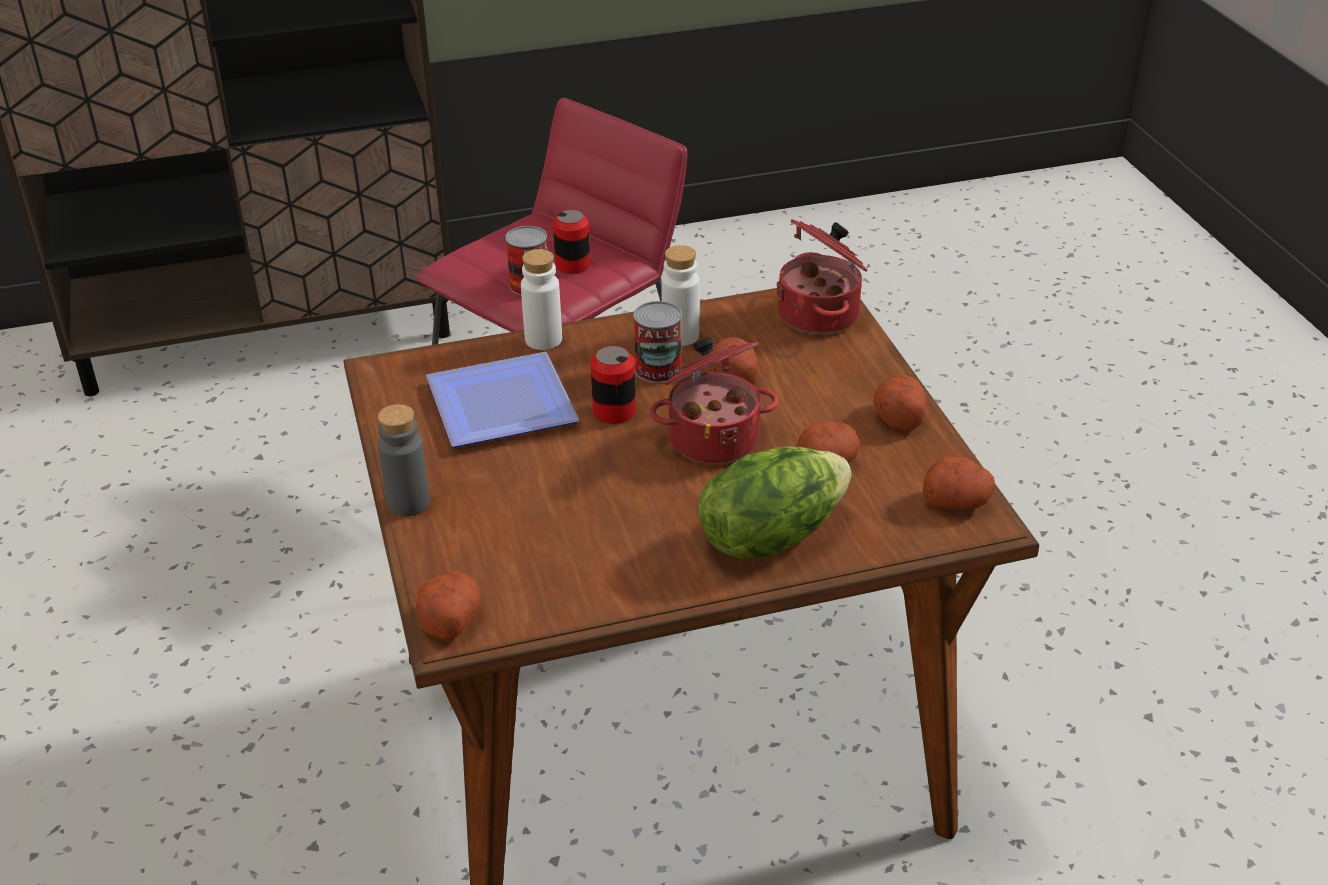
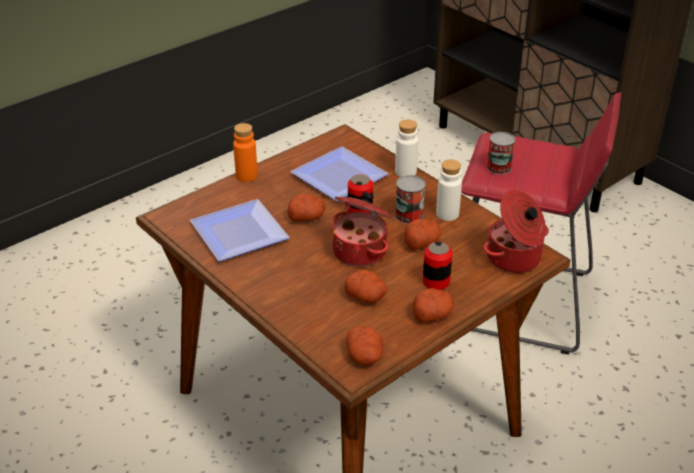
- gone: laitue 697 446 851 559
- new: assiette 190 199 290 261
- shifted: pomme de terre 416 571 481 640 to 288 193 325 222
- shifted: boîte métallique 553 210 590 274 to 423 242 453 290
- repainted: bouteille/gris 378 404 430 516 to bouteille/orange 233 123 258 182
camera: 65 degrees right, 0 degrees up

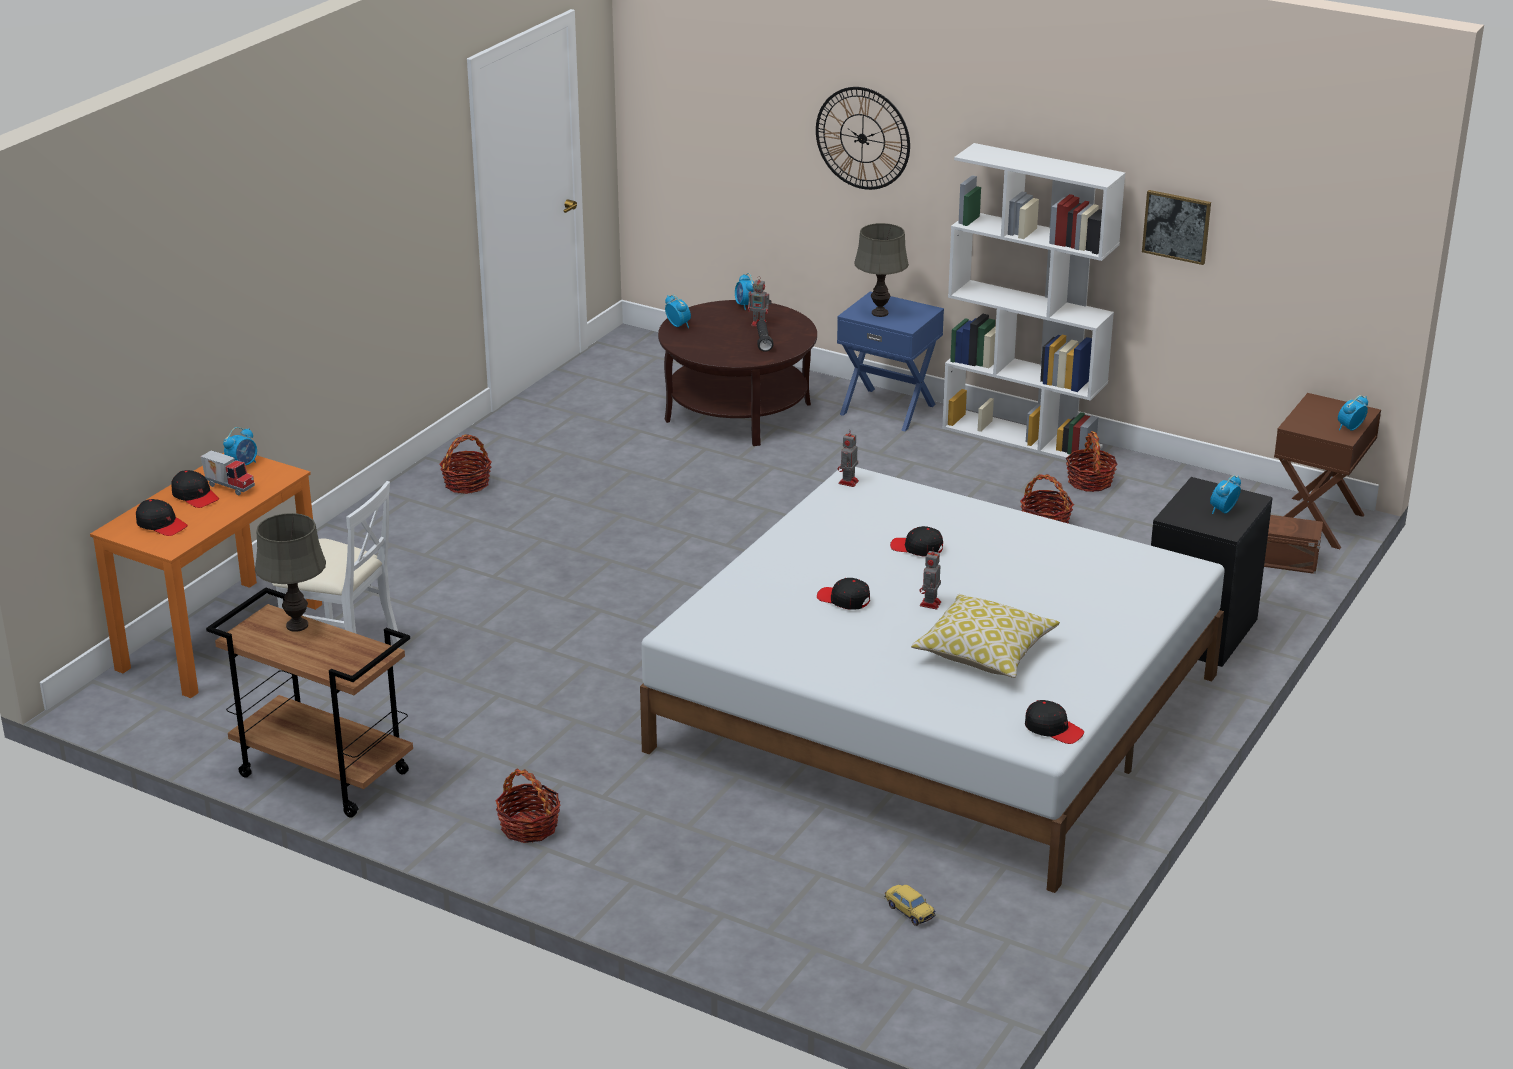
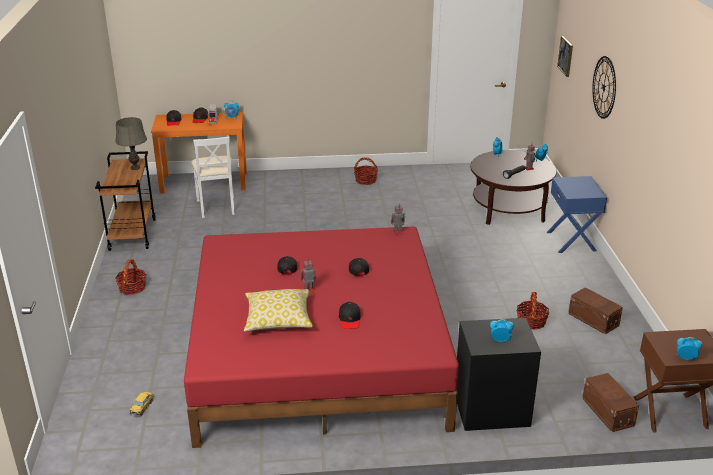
- gone: lampe de table/gris 854 223 909 317
- gone: bibliothèque/blanc 942 143 1125 464
- shifted: casquette/noir 1025 700 1084 744 to 339 302 361 329
- shifted: tableau 1142 190 1211 265 to 557 36 573 77
- swapped: panier 1066 431 1118 492 to boîte de rangement/marron 568 287 623 334
- repainted: lit/blanc 640 467 1225 893 to lit/rouge 184 226 459 448
camera: 55 degrees right, 0 degrees up

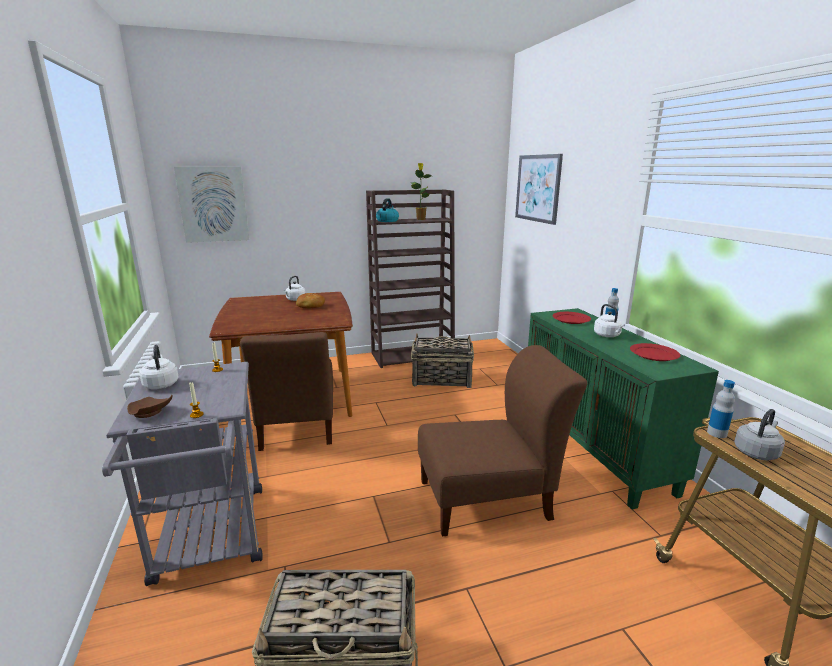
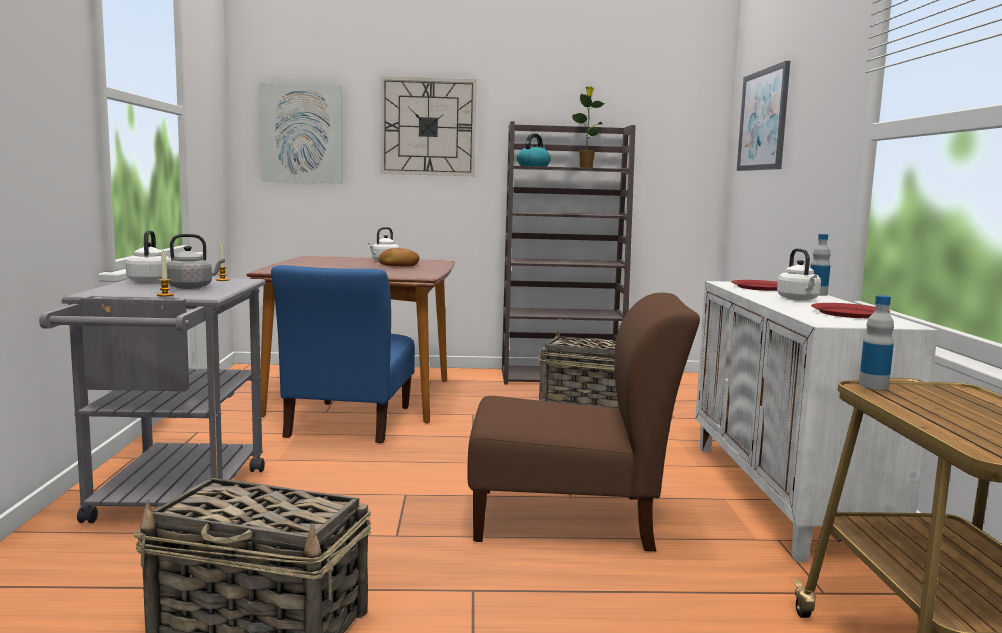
- gone: assiette/marron 127 395 173 418
- new: horloge murale 380 76 477 176
- shifted: bouilloire/gris 734 409 785 460 to 167 234 225 289
- repainted: chaise/marron 240 332 333 451 to chaise/bleu 271 265 415 443
- repainted: meuble de rangement/vert 528 308 719 510 to meuble de rangement/blanc 695 281 938 562
camera: 15 degrees right, 10 degrees down

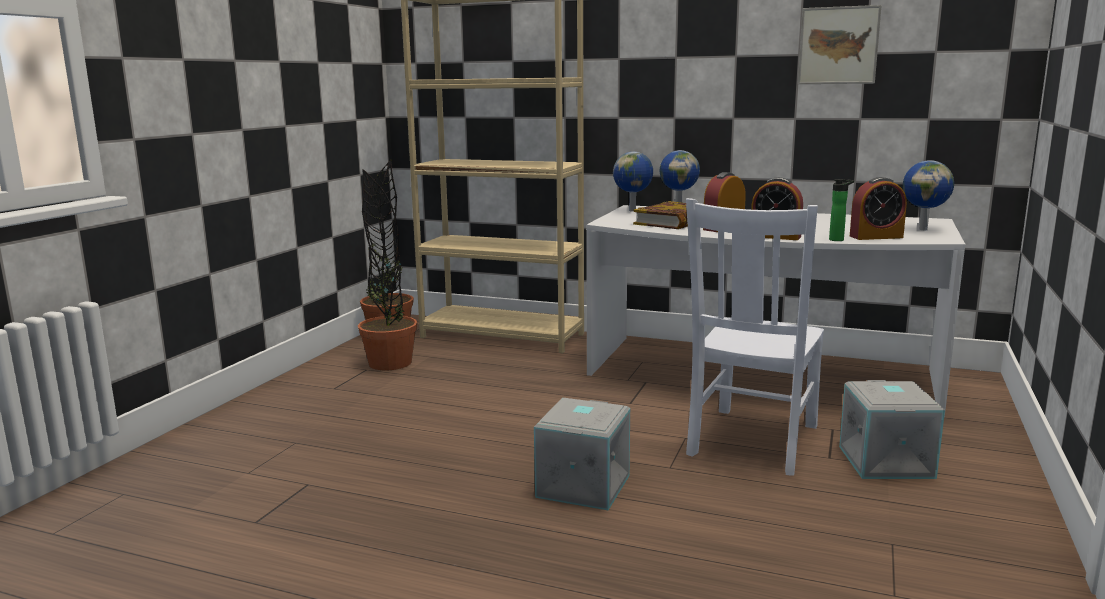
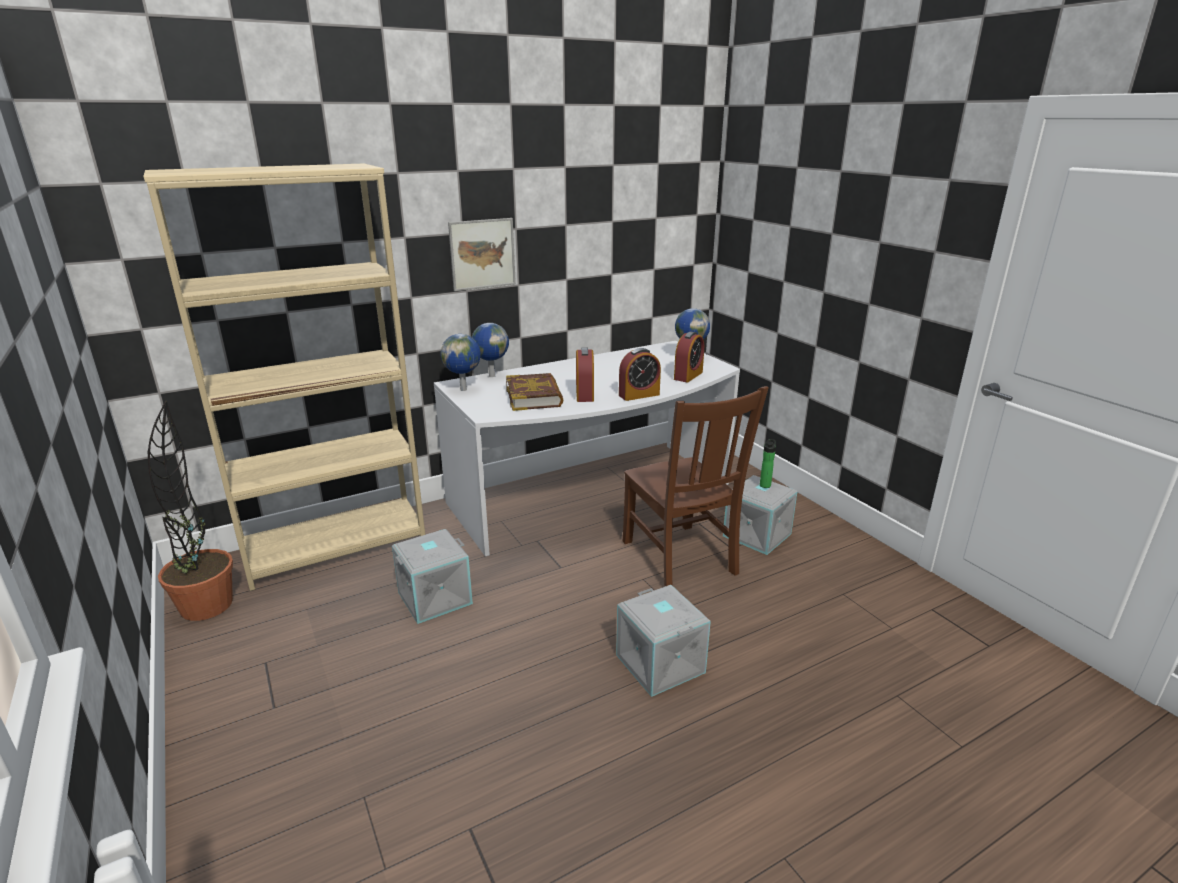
- gone: plante en pot 358 169 417 370
- new: boîte de rangement/gris 392 529 473 624
- shifted: tableau 798 5 882 84 to 448 218 516 291
- shifted: bouteille 829 179 854 241 to 760 439 776 488
- repainted: chaise/blanc 686 198 824 476 to chaise/marron 623 386 769 587
camera: 50 degrees left, 10 degrees up

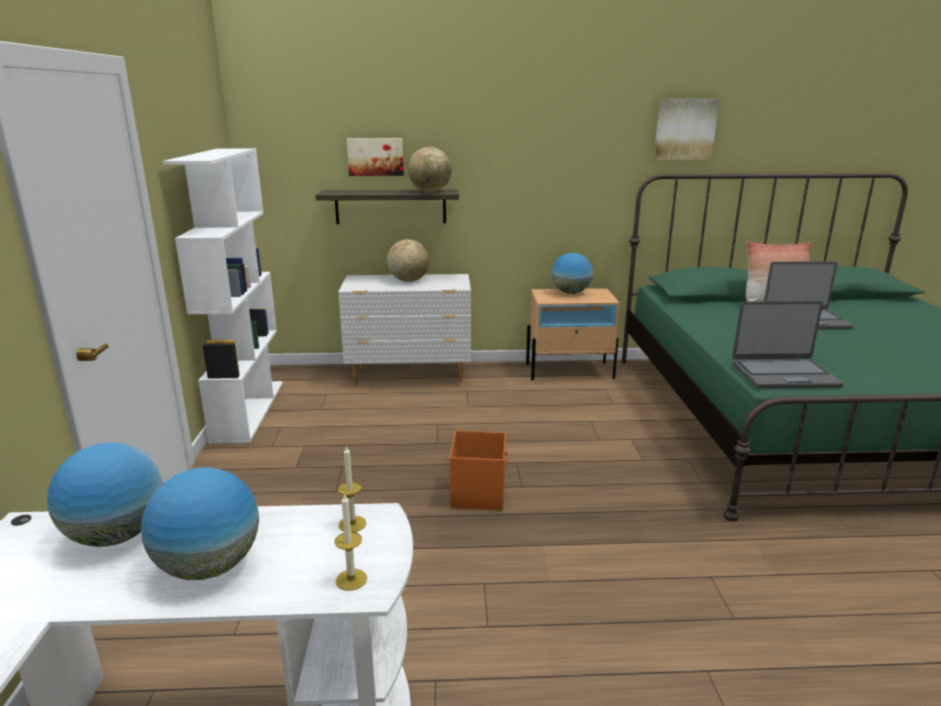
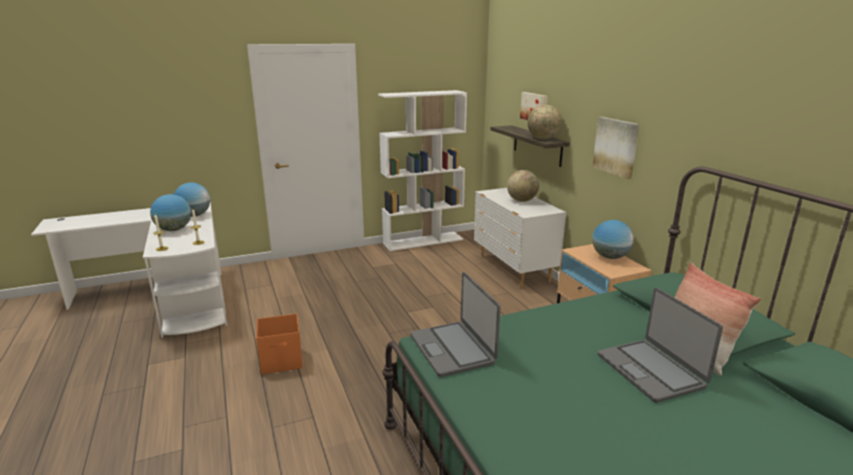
- shifted: boîte de rangement/orange 450 430 508 511 to 256 314 302 374
- shifted: tableau 654 99 719 160 to 592 117 639 179
camera: 70 degrees right, 0 degrees up

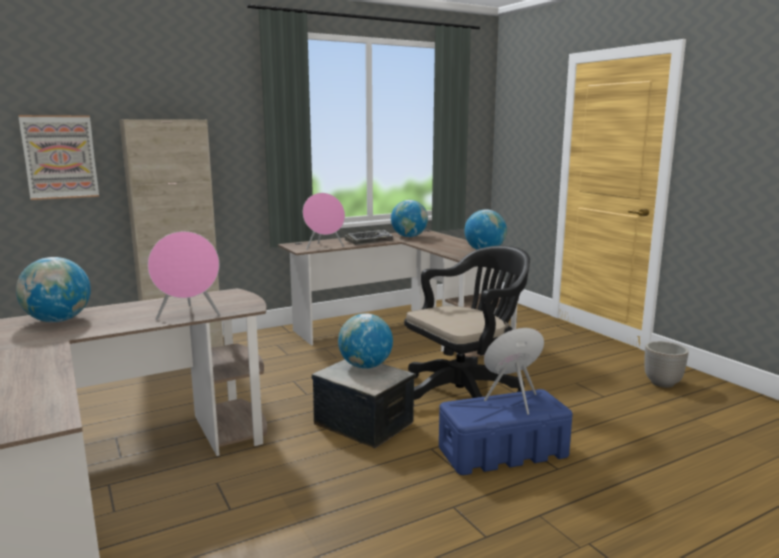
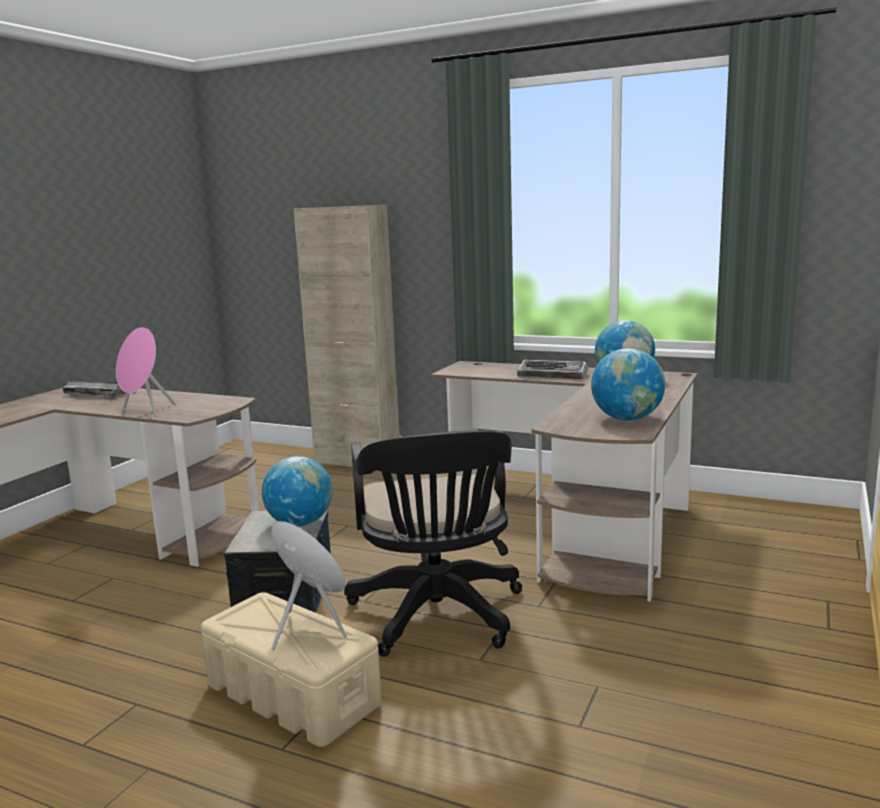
- gone: tableau 18 115 99 200
- gone: enceinte/rose 303 193 345 250
- gone: cache-pot 644 341 689 388
- swapped: globe 16 257 91 322 to clavier 63 381 136 398
- repainted: boîte de rangement/bleu 439 389 573 475 to boîte de rangement/beige 201 592 382 747
- rotated: chaise de bureau/noir 404 246 530 400 = 344 431 522 657 60 degrees clockwise
camera: 55 degrees right, 0 degrees up

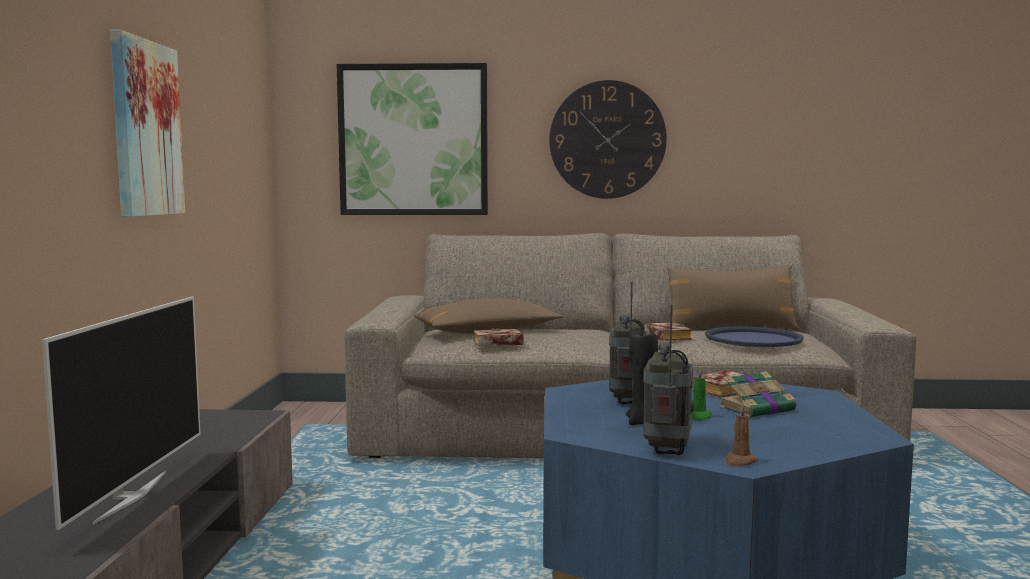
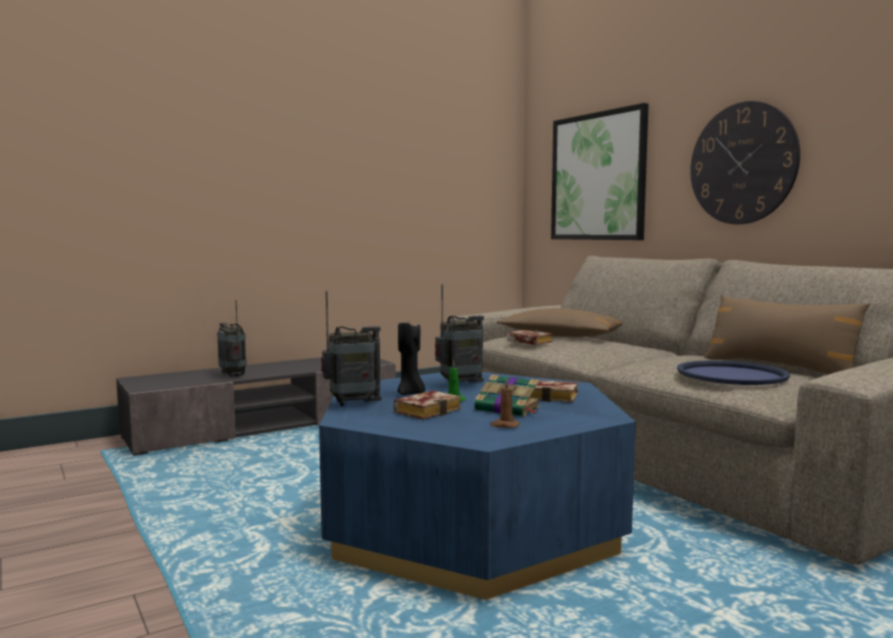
- gone: tableau 110 30 185 217
- shifted: livre 645 322 692 341 to 394 391 461 420
- shifted: bougie/marron 725 404 758 466 to 490 378 520 428
- swapped: téléviseur 42 297 201 530 to radio 217 300 247 377
camera: 55 degrees right, 0 degrees up

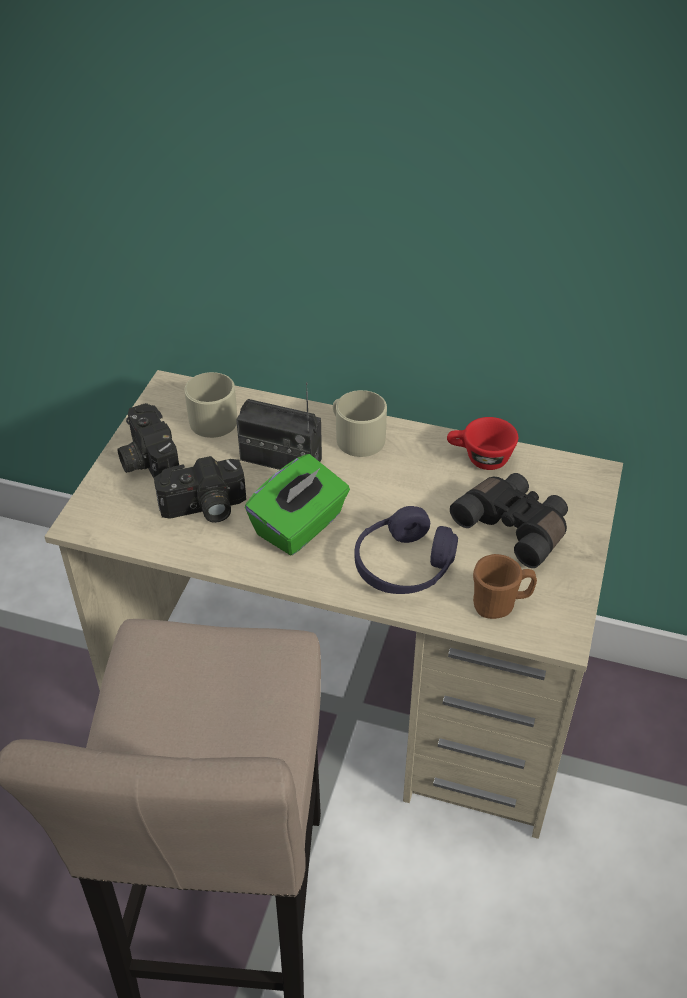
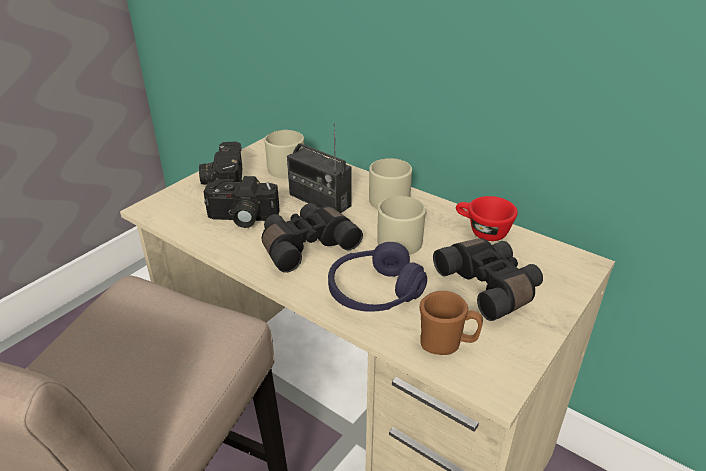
- new: mug/beige 377 196 426 255
- swapped: boîte à mouchoirs/vert 245 454 350 556 to jumelles/noir 261 203 363 273
camera: 20 degrees right, 10 degrees down

